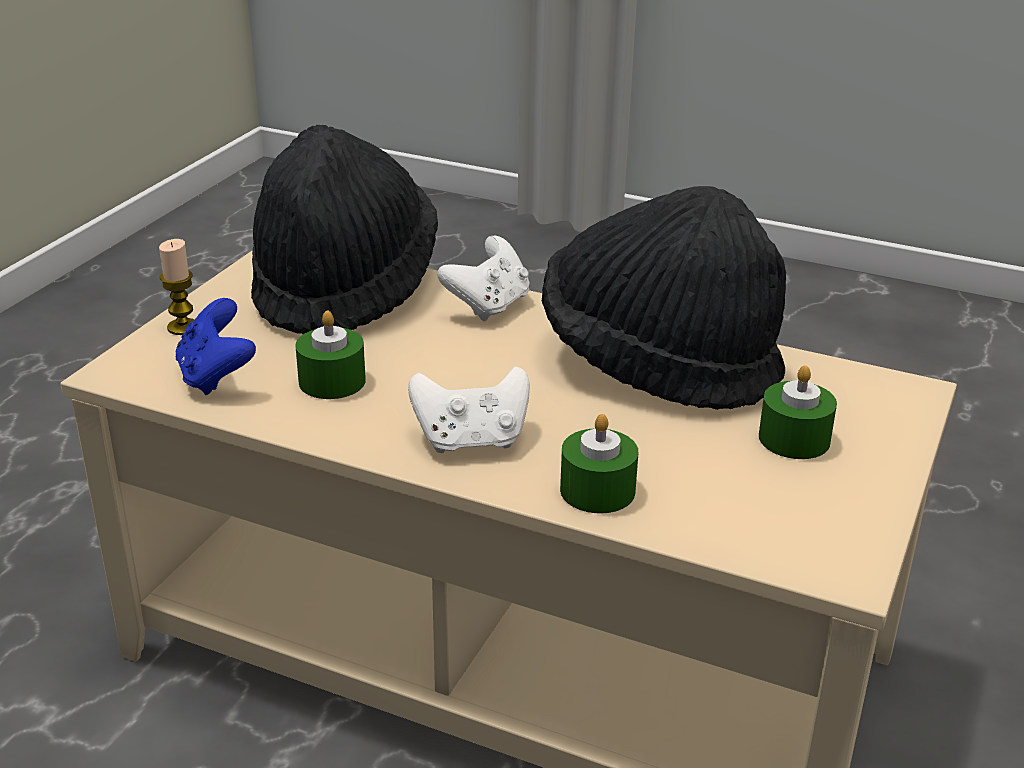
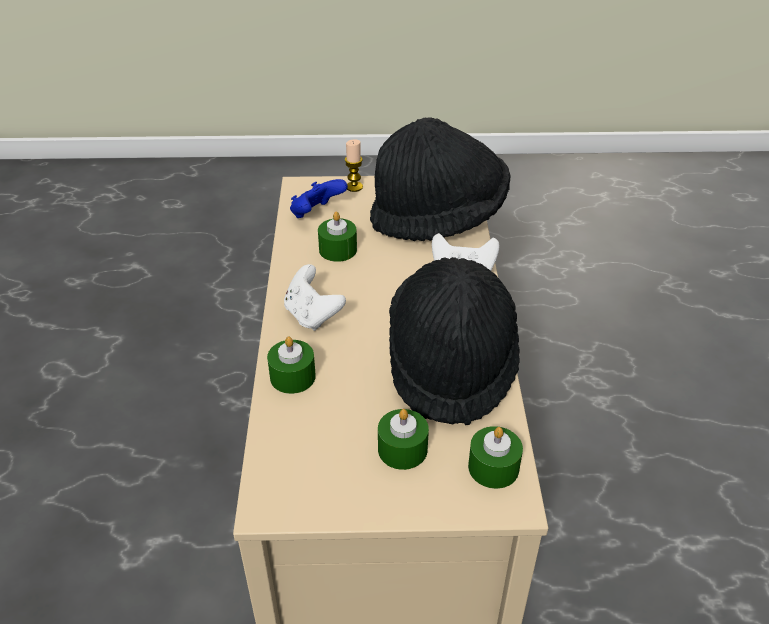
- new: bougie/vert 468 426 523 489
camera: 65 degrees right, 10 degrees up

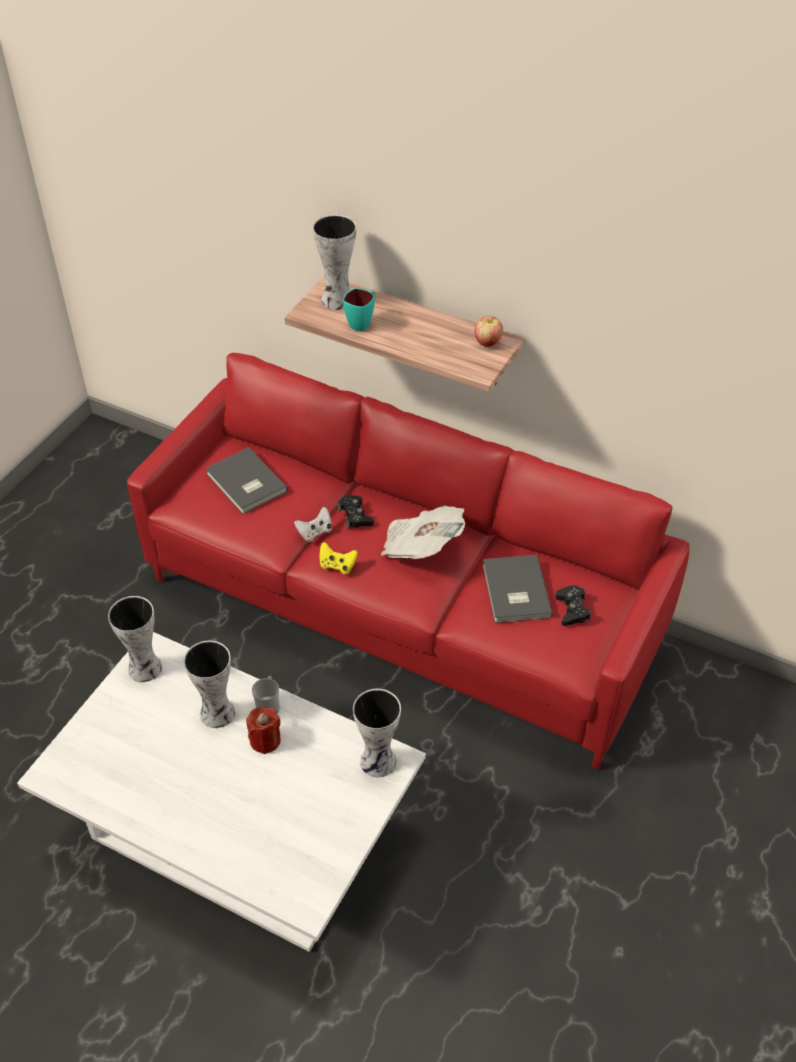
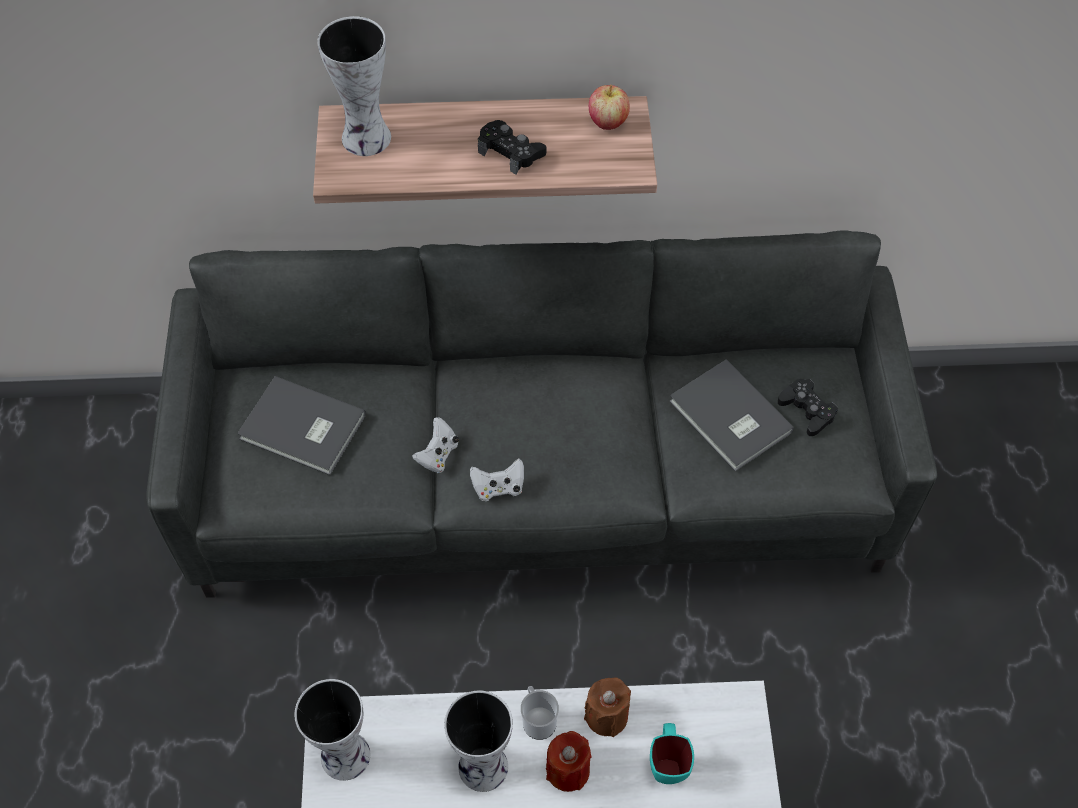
- gone: vase 353 689 401 777
- gone: journal 381 506 465 559
- new: bougie/marron 584 677 631 737
- shifted: manette/noir 337 495 374 530 to 478 120 546 175
- shifted: mug/turquoise 343 288 376 332 to 650 723 694 784
- repainted: canapé/rouge 127 353 690 770 to canapé/gris 146 230 937 598
- repainted: manette/jaune 319 542 358 574 to manette/blanc 470 459 524 501
camera: 30 degrees left, 10 degrees up

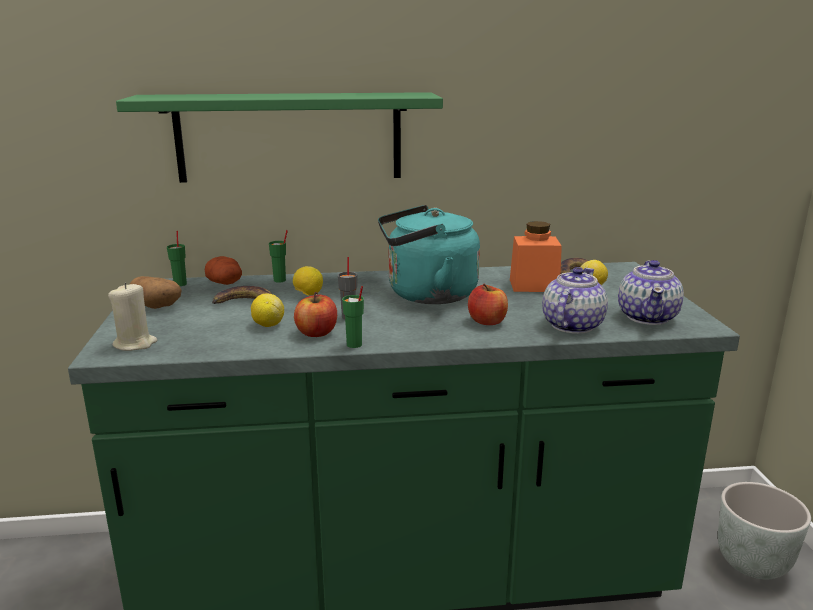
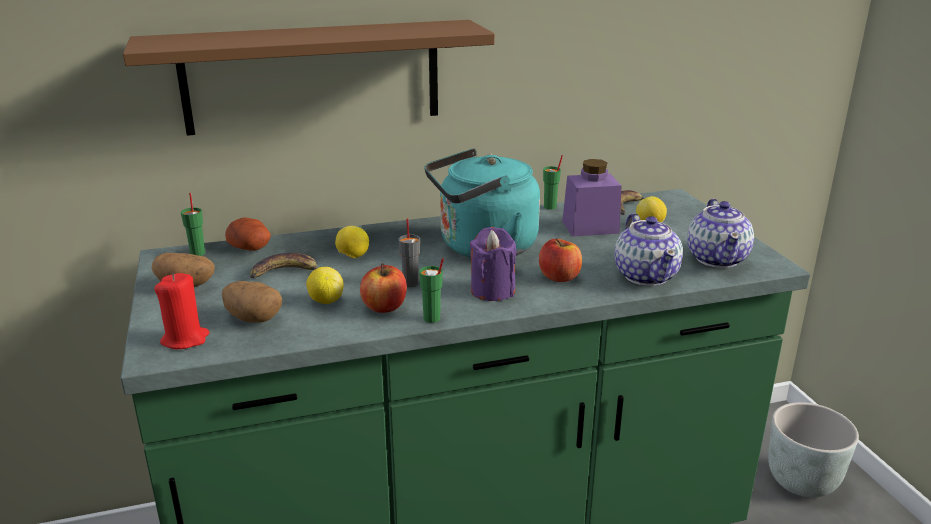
- new: pomme de terre 222 281 282 322
- new: bougie/violet 469 227 516 301
- shifted: tasse/vert 269 230 288 282 to 543 155 563 210
- repainted: bougie/beige 108 283 157 351 to bougie/rouge 154 273 209 349
- repainted: étagère/vert 116 92 443 183 to étagère/marron 123 20 495 136
- repainted: bocal/orange 510 221 562 292 to bocal/violet 562 159 621 237
- rotated: théière 542 267 608 334 = 614 213 683 286 150 degrees clockwise
camera: 10 degrees left, 5 degrees up

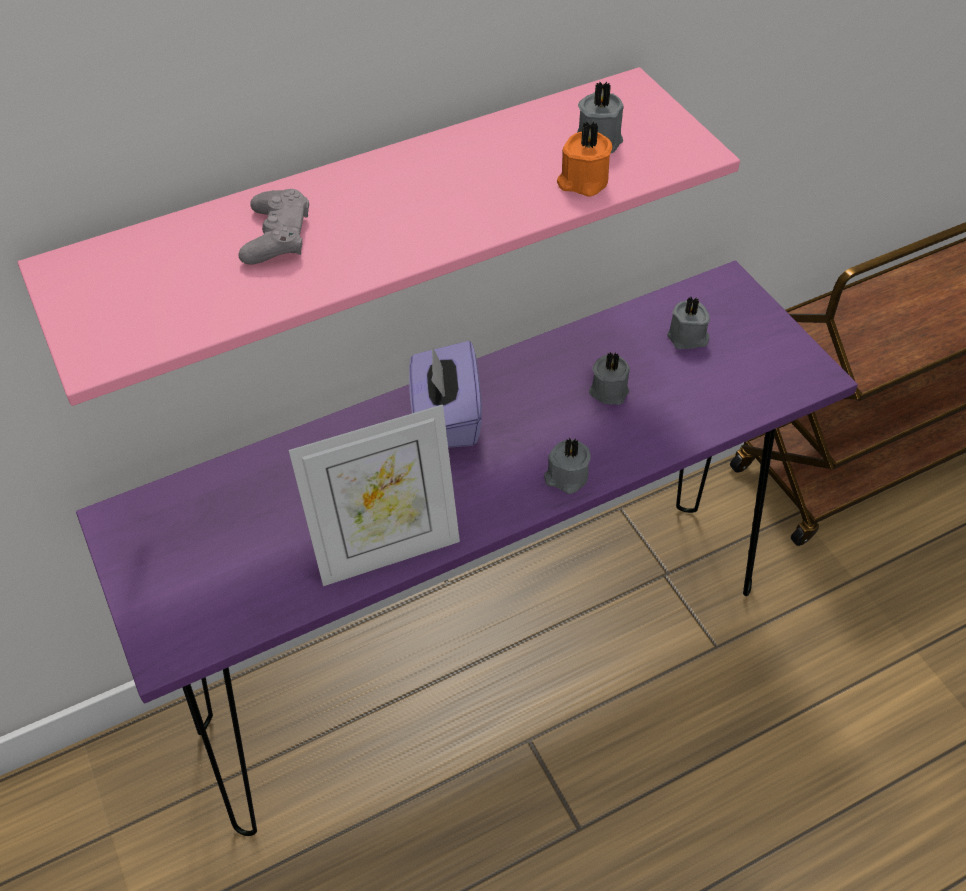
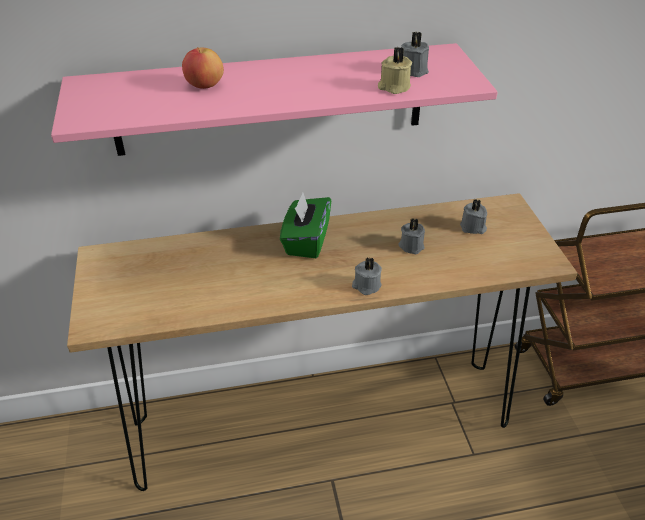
- gone: cadre photo 289 405 460 586
- swapped: manette/gris 238 189 309 265 to pomme 182 47 224 89
- repainted: table console/violet 76 261 858 836 to table console/marron 67 193 578 491
- repainted: boîte à mouchoirs/violet 409 341 482 448 to boîte à mouchoirs/vert 280 193 331 258
- repainted: bougie/orange 557 121 612 197 to bougie/beige 378 47 412 94
camera: 15 degrees right, 10 degrees down

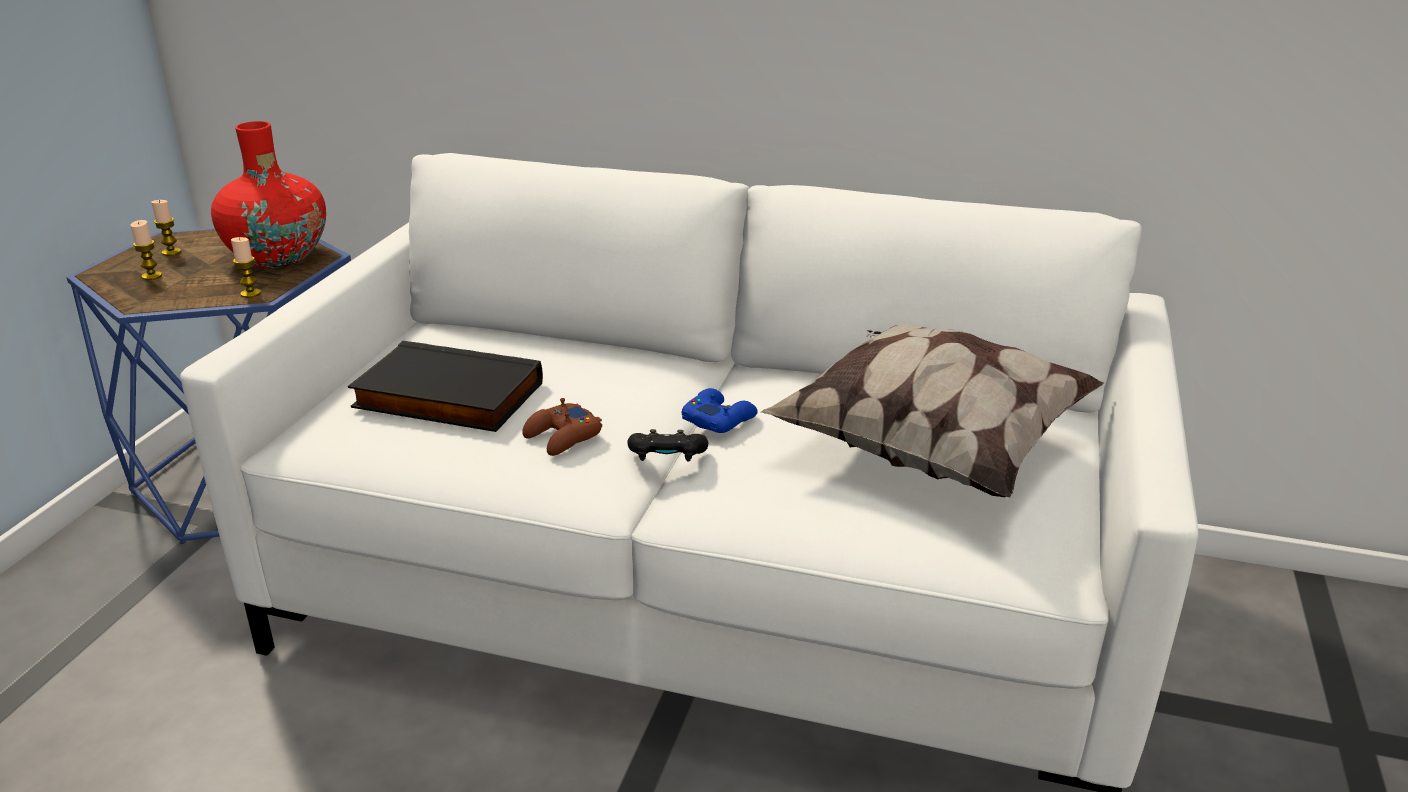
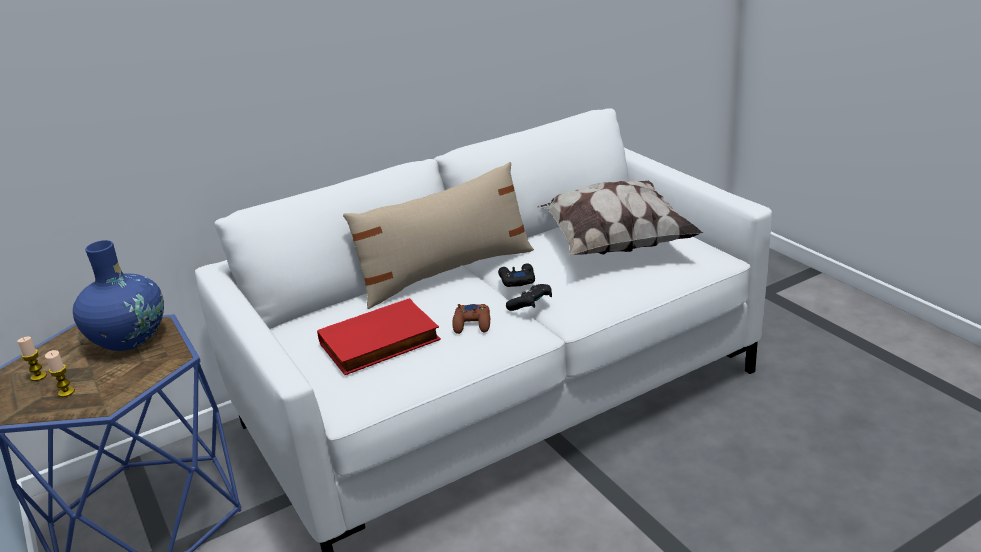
- gone: bougie 231 237 261 298
- new: coussin/beige 343 162 534 309
- repainted: vase/rouge 211 121 326 268 to vase/bleu 73 240 164 351
- repainted: livre/noir 348 341 543 432 to livre/rouge 317 298 441 375
- repainted: manette/bleu 682 388 758 433 to manette/noir 498 263 535 287
camera: 45 degrees left, 0 degrees up

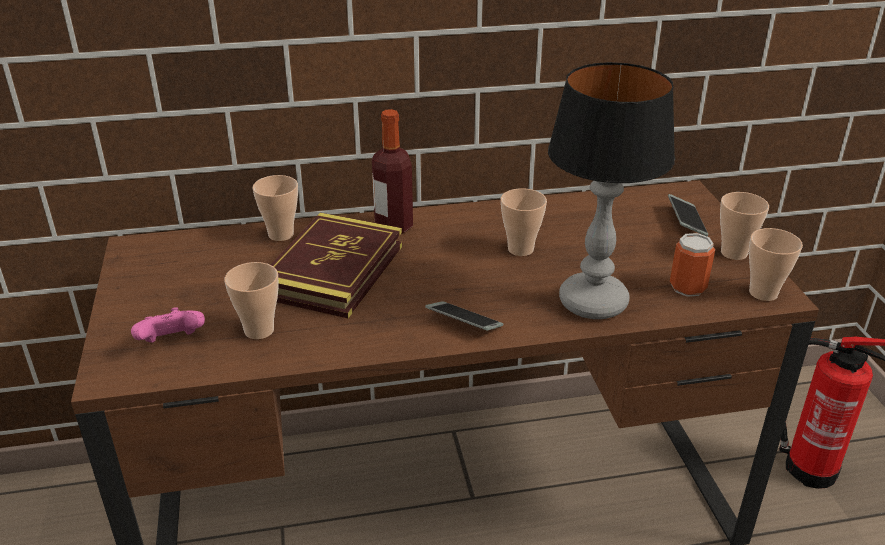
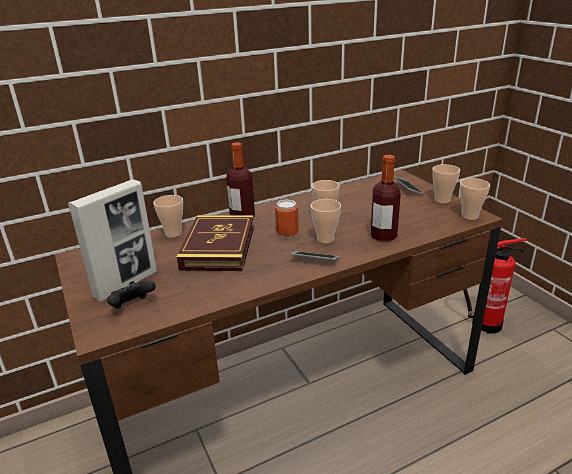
- new: cadre photo 68 179 157 302
- shifted: tasse 224 262 279 339 to 311 199 341 243
- shifted: boîte métallique 670 233 715 297 to 275 199 299 238
- swapped: lampe de table 548 62 675 319 to bouteille 371 155 401 241
- repainted: manette/rose 131 307 205 342 to manette/noir 107 280 156 309
camera: 15 degrees left, 5 degrees down

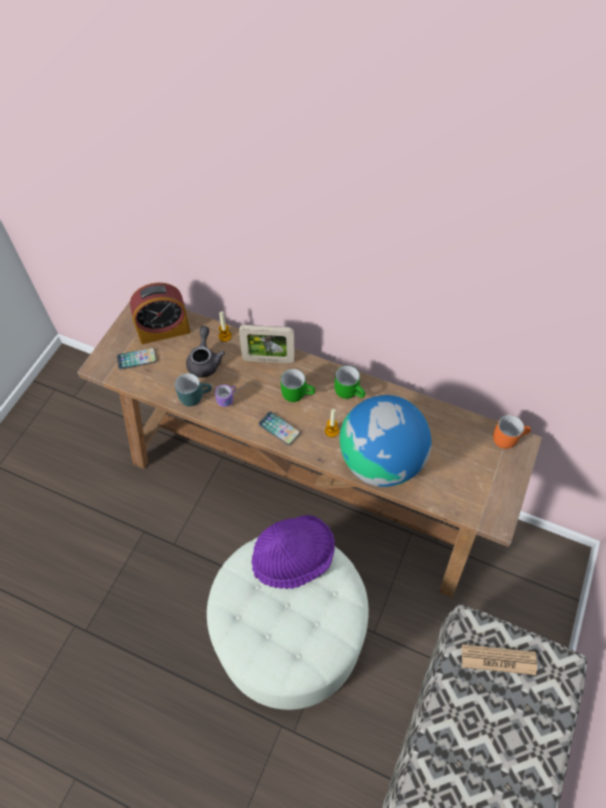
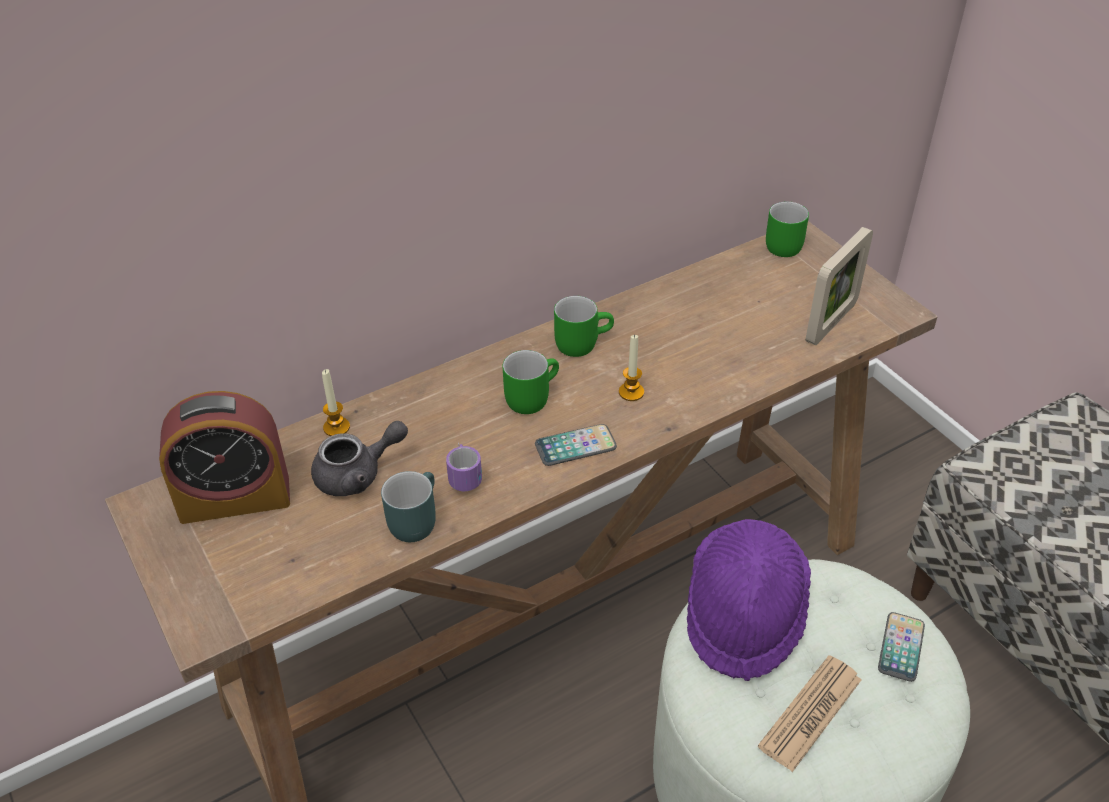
- gone: globe 340 395 431 487
- shifted: téléphone 117 348 157 370 to 878 612 925 682
- shifted: cadre photo 239 325 295 363 to 806 227 873 345
- shifted: journal 462 644 537 675 to 758 655 862 772
- repainted: mug/orange 493 415 531 449 to mug/vert 766 202 809 257
- rotated: réveil 130 283 191 344 = 159 391 290 524 60 degrees clockwise
- rotated: théière/gris 186 326 225 378 = 311 421 408 496 120 degrees clockwise
camera: 55 degrees left, 15 degrees down

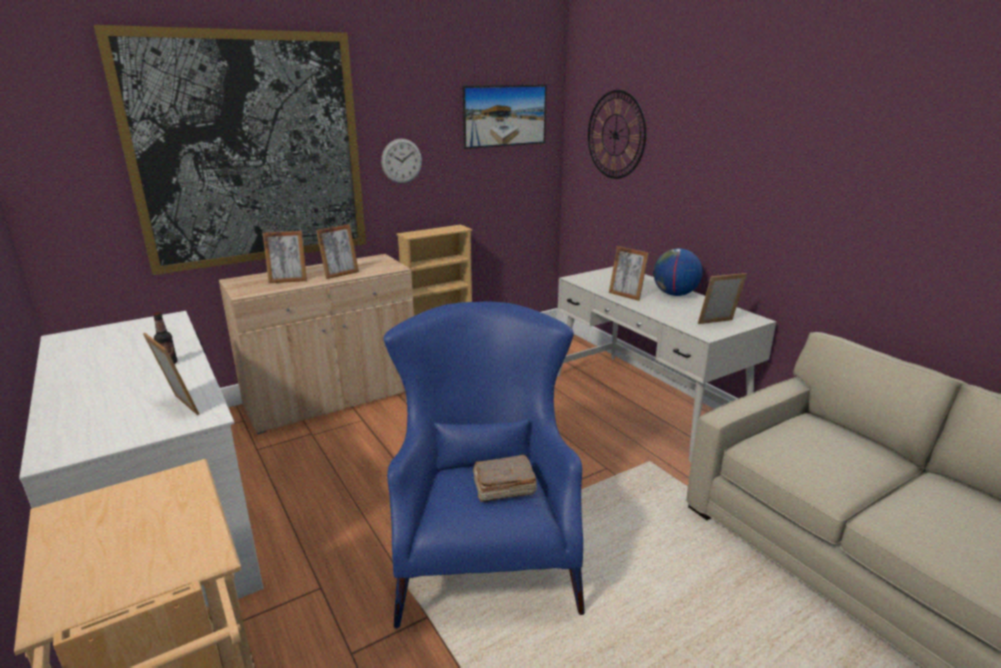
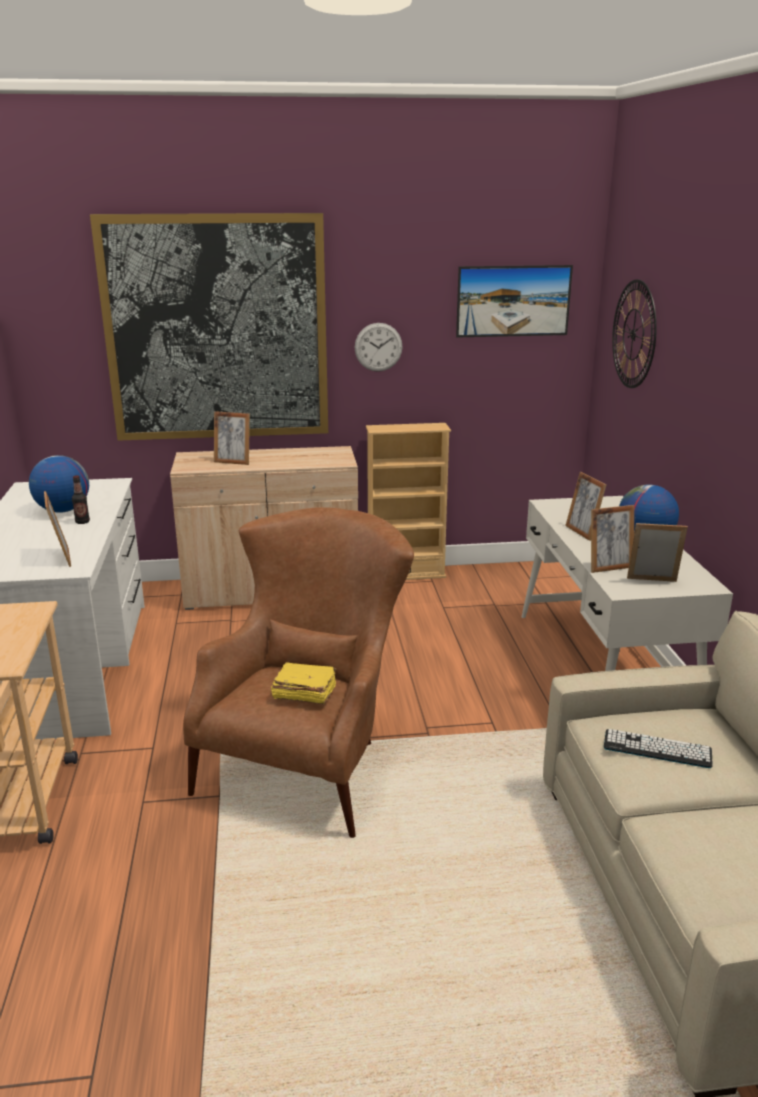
- new: globe 29 455 89 513
- new: clavier 604 729 713 768
- shifted: cadre photo 316 224 359 279 to 591 505 634 573
- repainted: fauteuil/bleu 383 302 585 628 to fauteuil/marron 183 507 414 838
- repainted: livre/marron 473 455 537 502 to livre/jaune 271 662 337 704
camera: 25 degrees right, 0 degrees up

